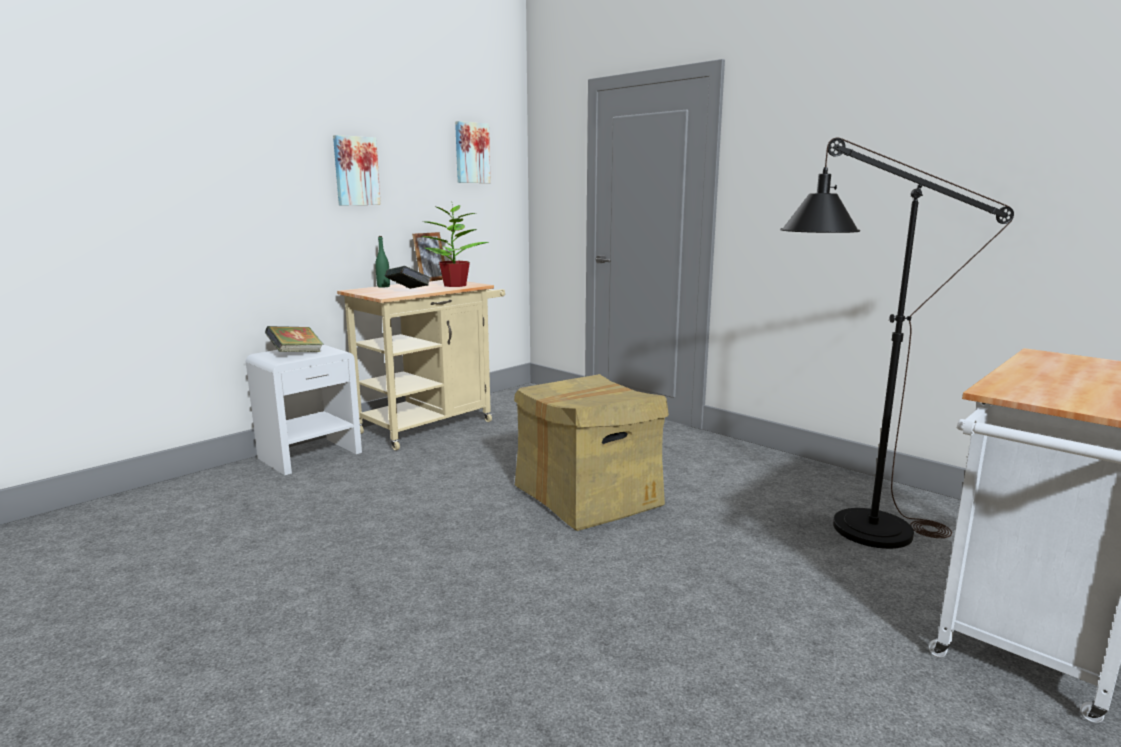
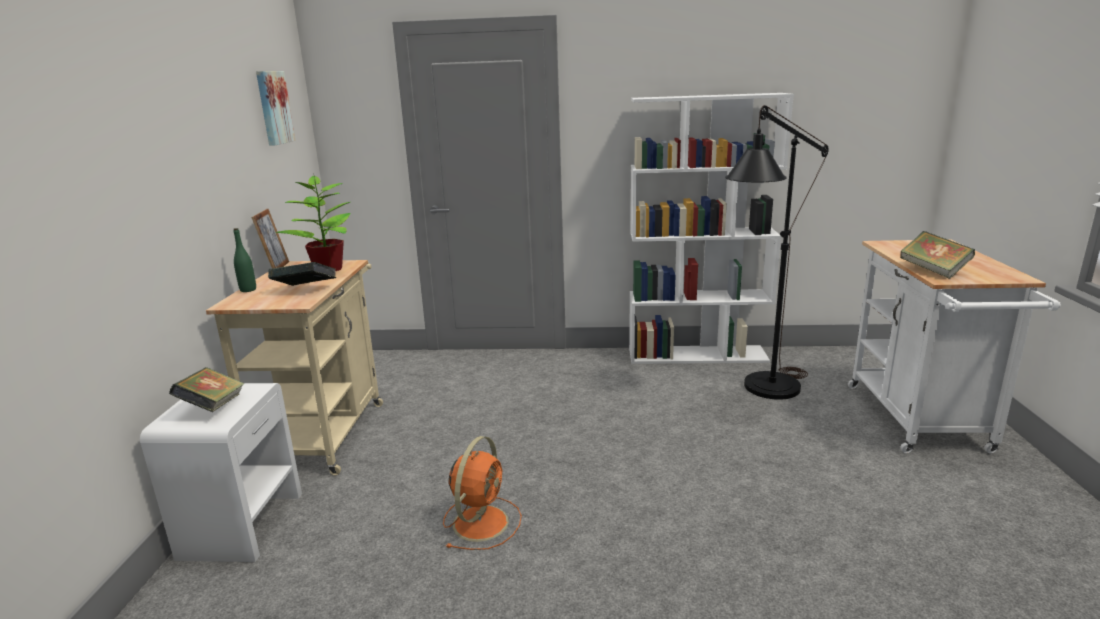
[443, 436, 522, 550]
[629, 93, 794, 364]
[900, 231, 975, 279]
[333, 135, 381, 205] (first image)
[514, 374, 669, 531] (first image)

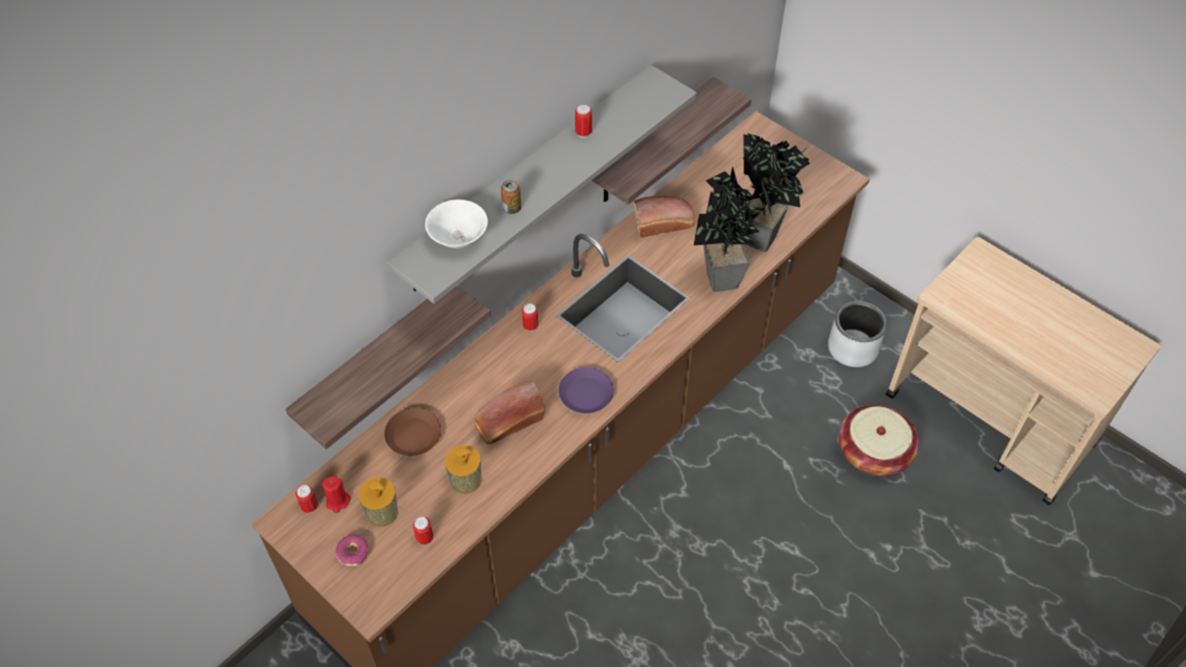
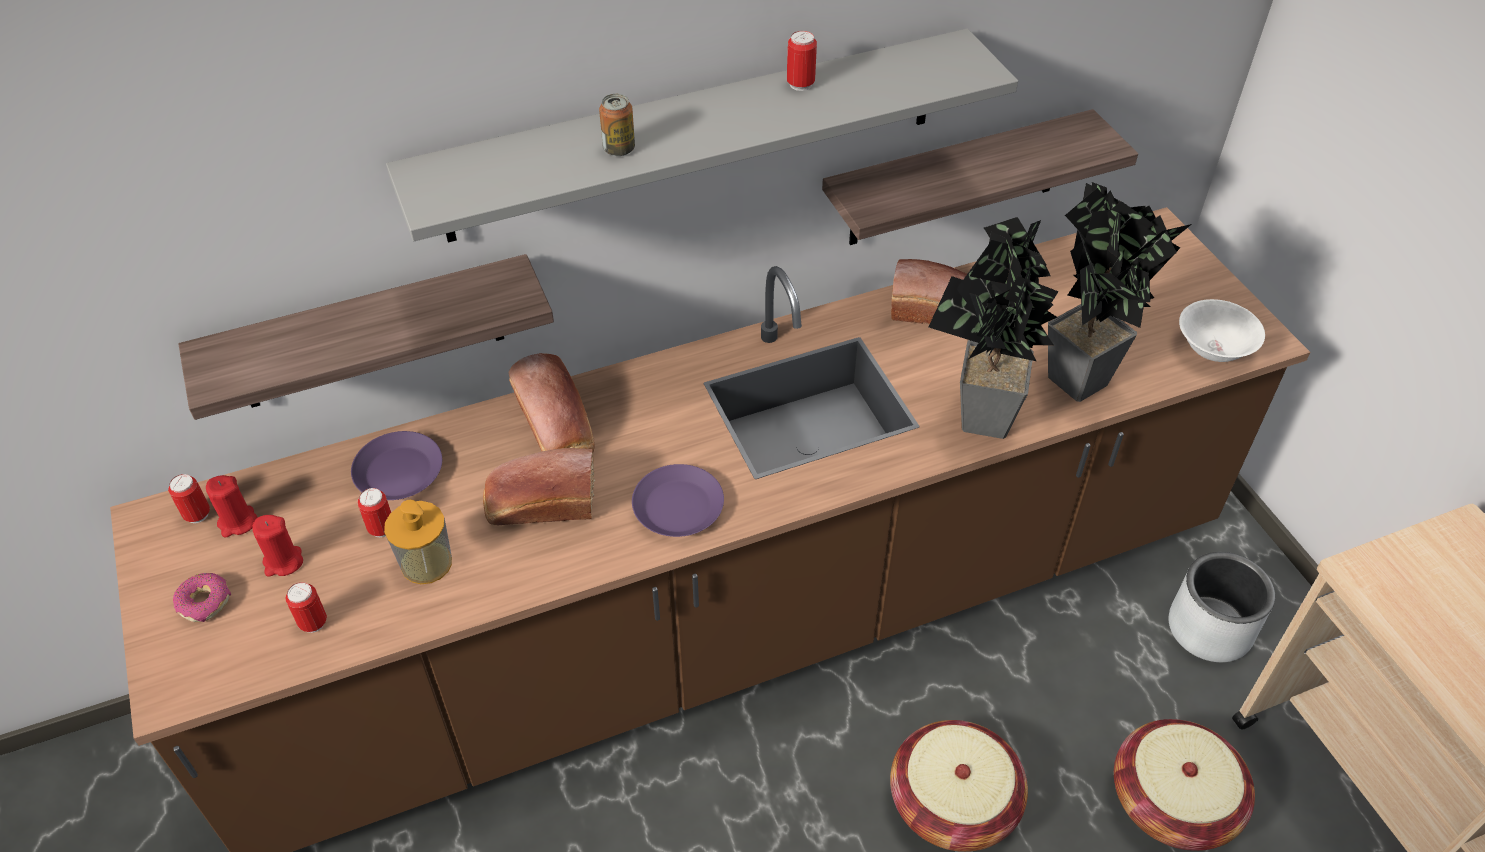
[252, 515, 303, 577]
[351, 431, 442, 500]
[358, 488, 391, 537]
[508, 353, 595, 452]
[890, 720, 1028, 852]
[1179, 299, 1265, 362]

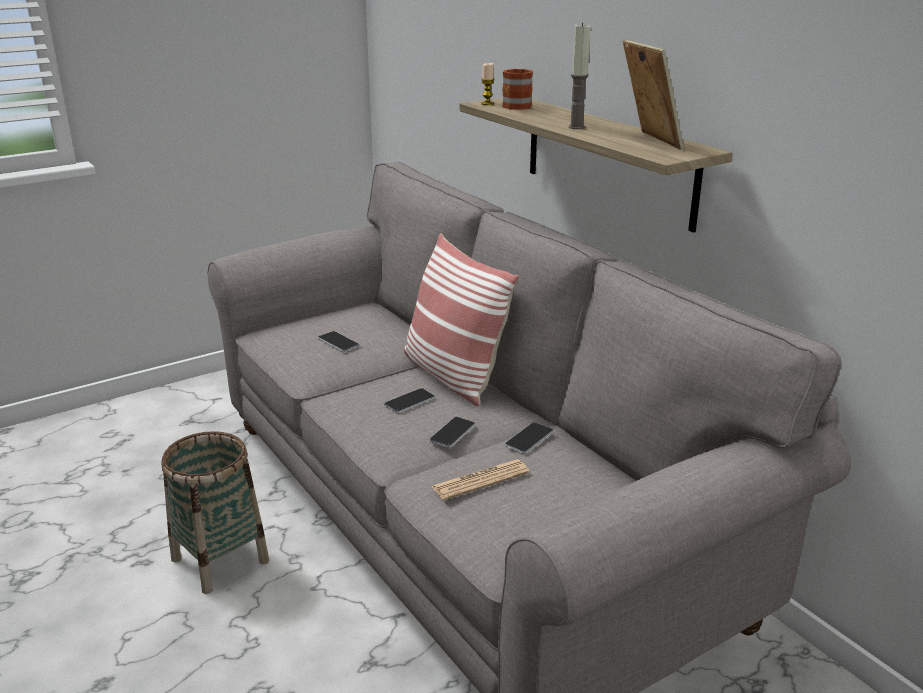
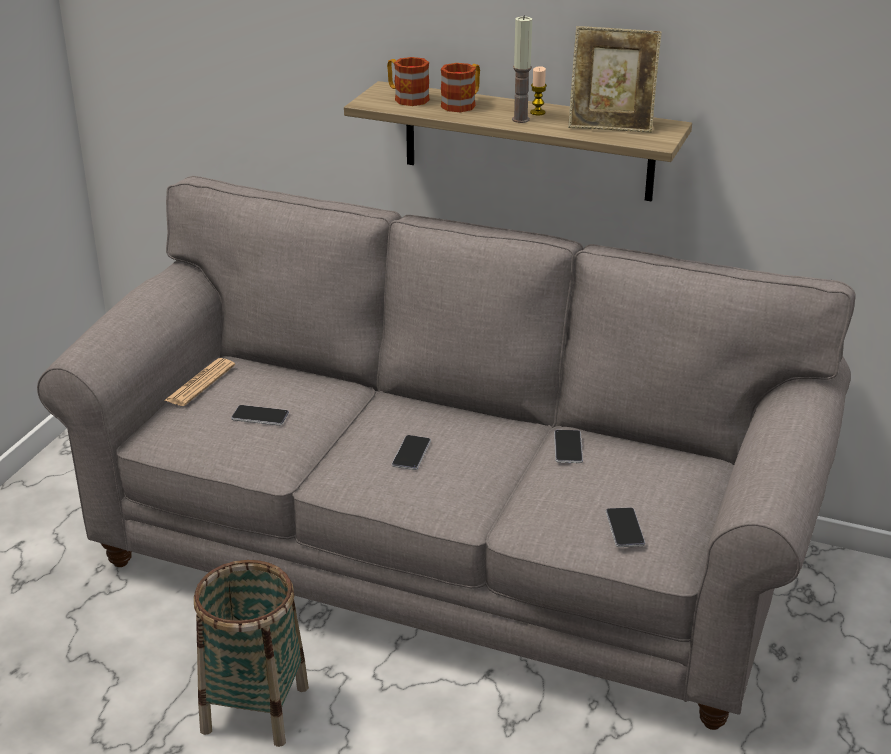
[164, 358, 235, 406]
[441, 63, 480, 112]
[530, 66, 547, 115]
[568, 26, 662, 133]
[606, 507, 645, 547]
[404, 233, 519, 406] (first image)

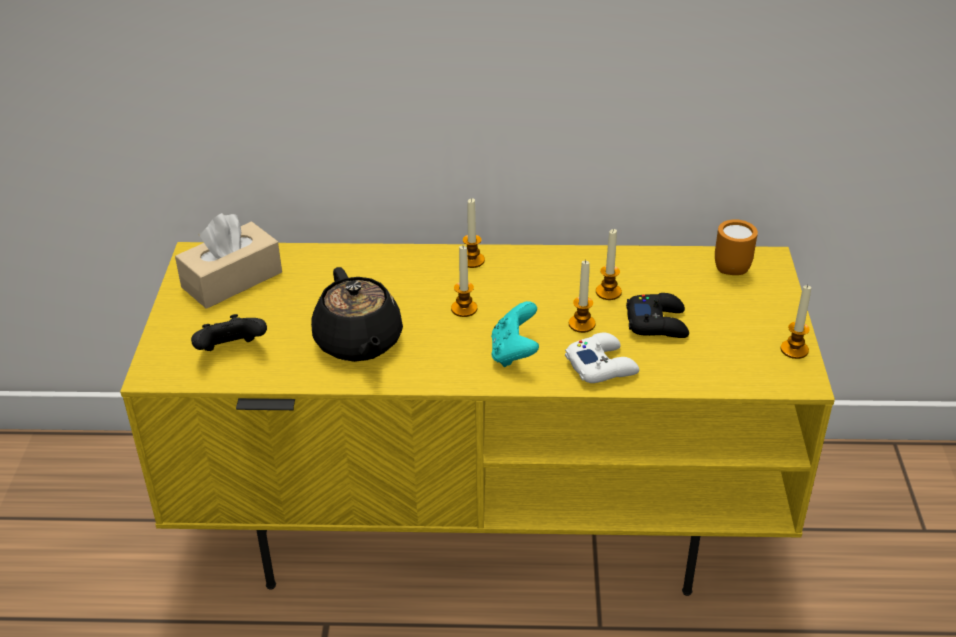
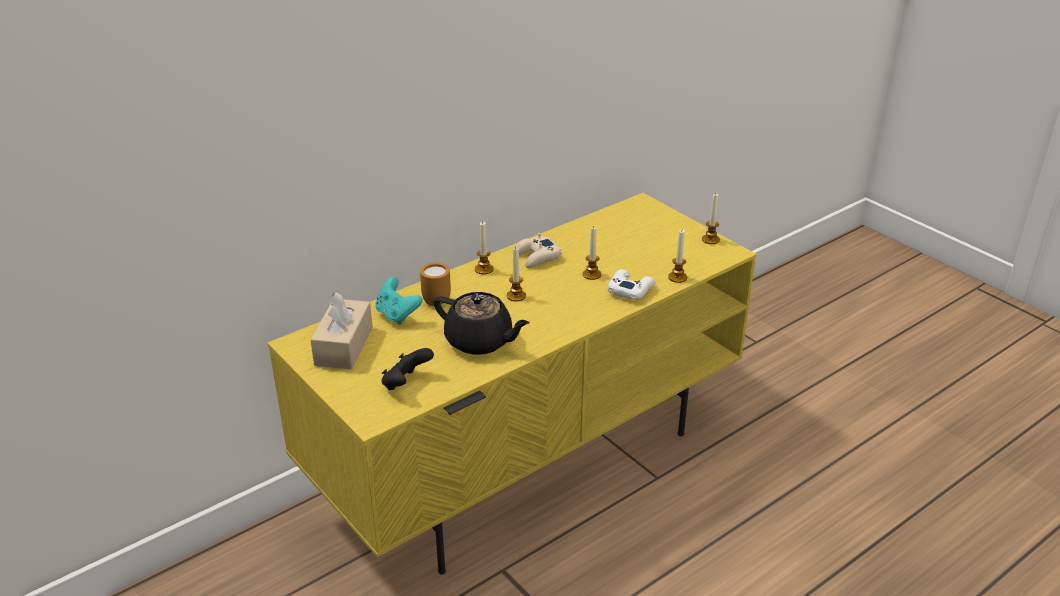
[375, 277, 423, 325]
[420, 262, 451, 306]
[514, 233, 562, 268]
[668, 229, 687, 283]
[626, 293, 689, 338] (first image)

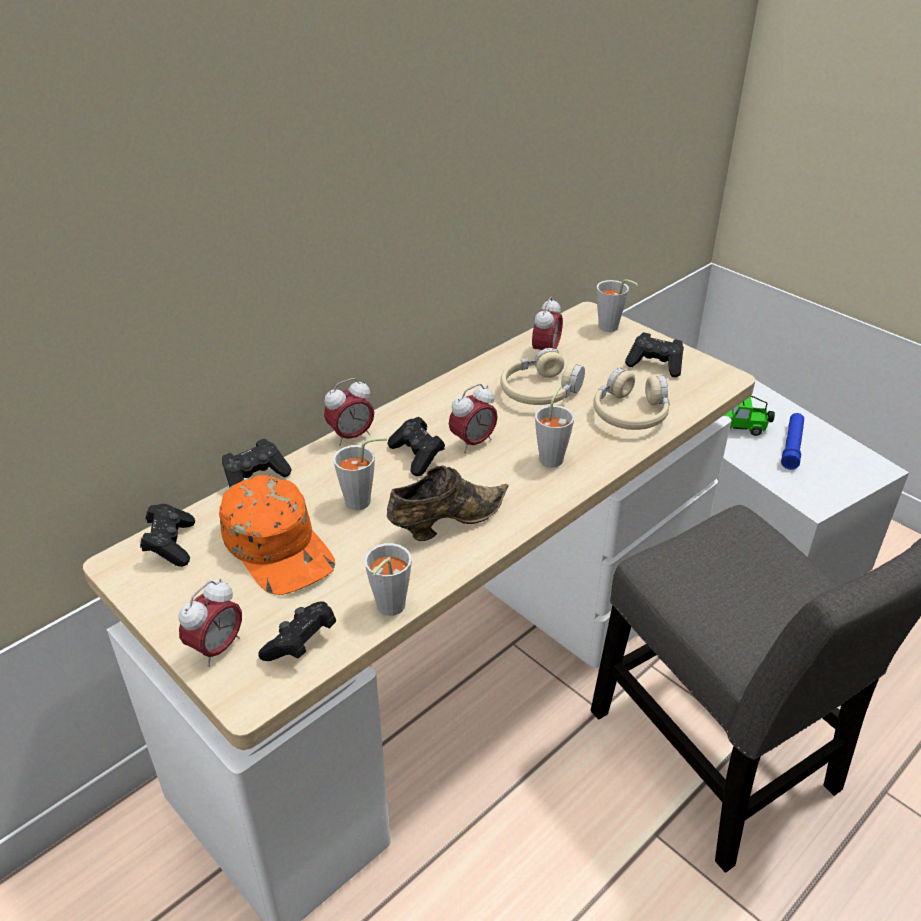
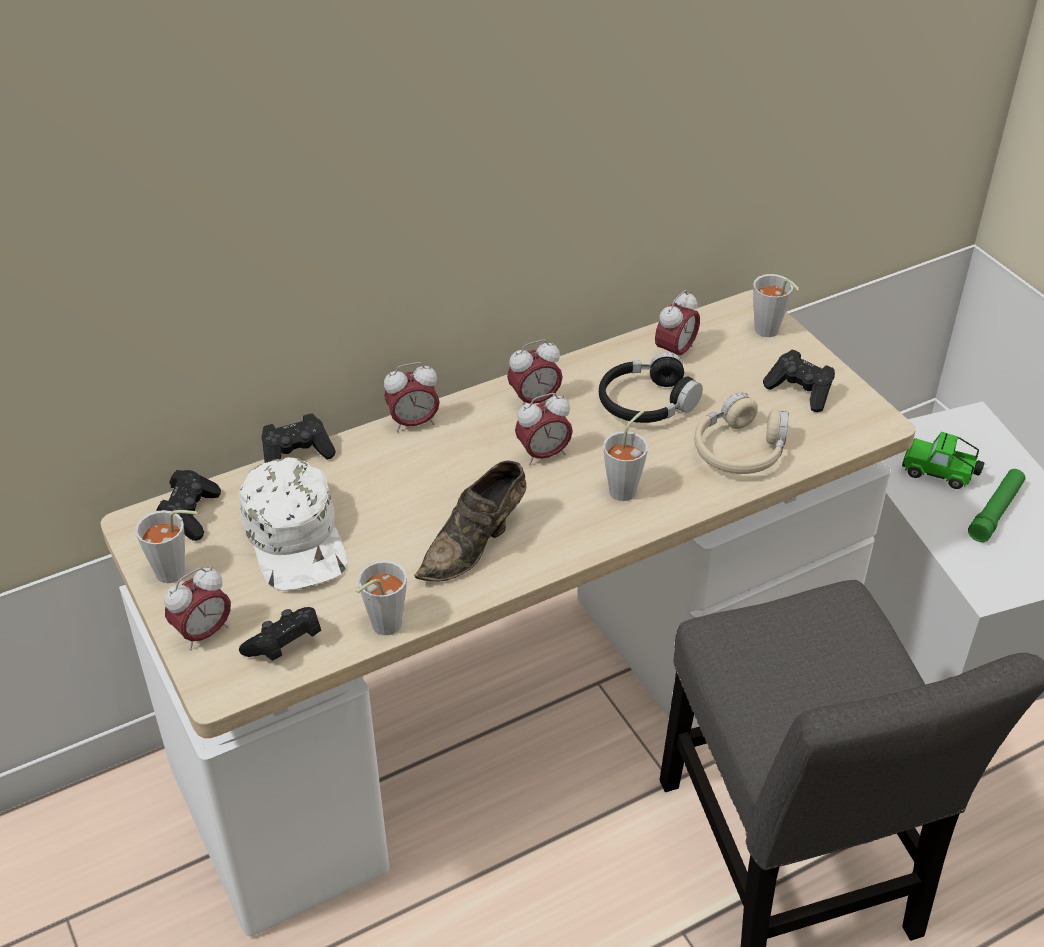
[135, 510, 197, 583]
[238, 457, 347, 591]
[414, 460, 526, 581]
[507, 340, 563, 406]
[599, 352, 703, 423]
[968, 469, 1025, 542]
[387, 417, 445, 476] (first image)

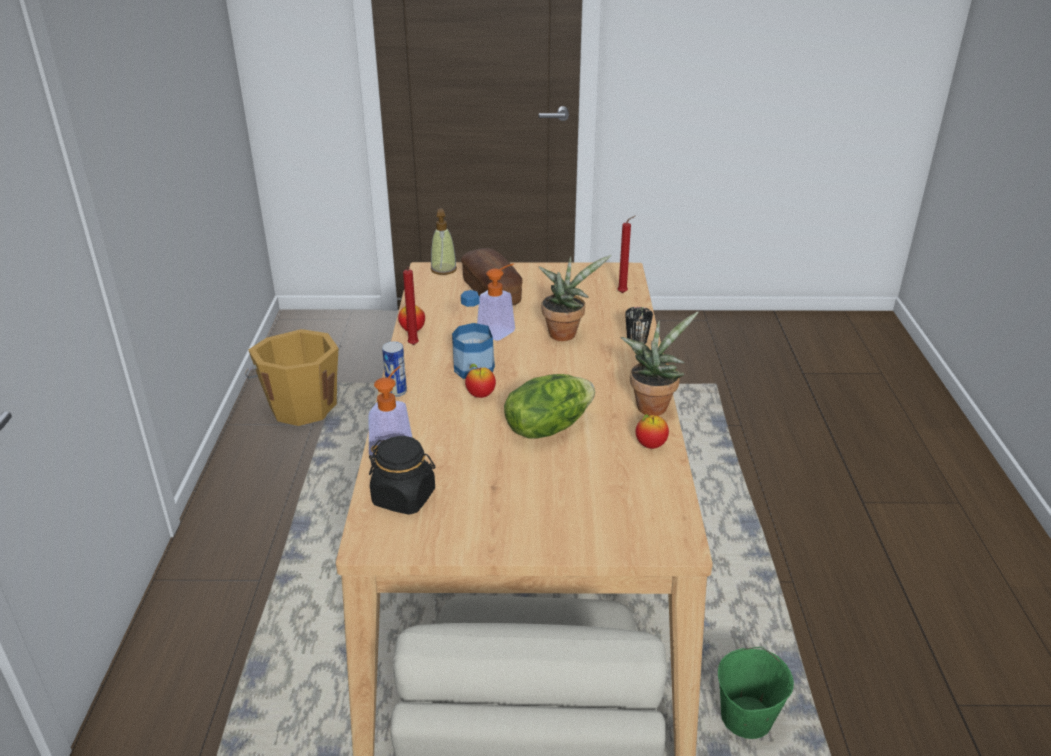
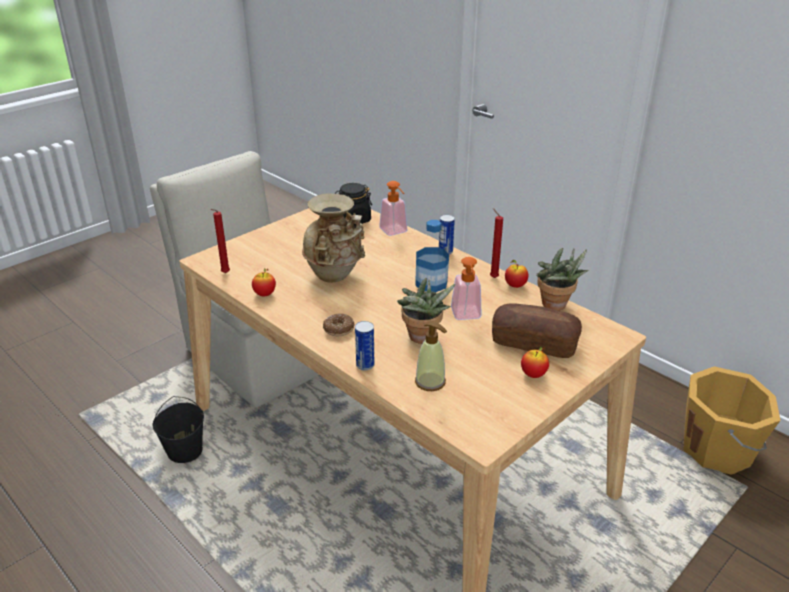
[153, 396, 204, 463]
[210, 209, 230, 273]
[302, 193, 365, 283]
[323, 314, 355, 336]
[355, 321, 375, 370]
[415, 321, 447, 391]
[521, 347, 549, 378]
[536, 248, 588, 311]

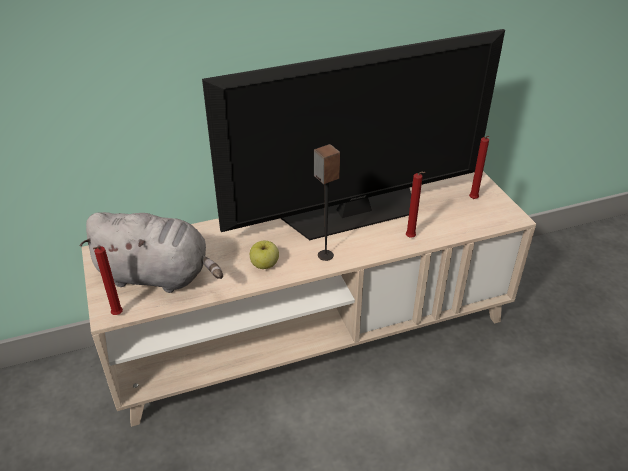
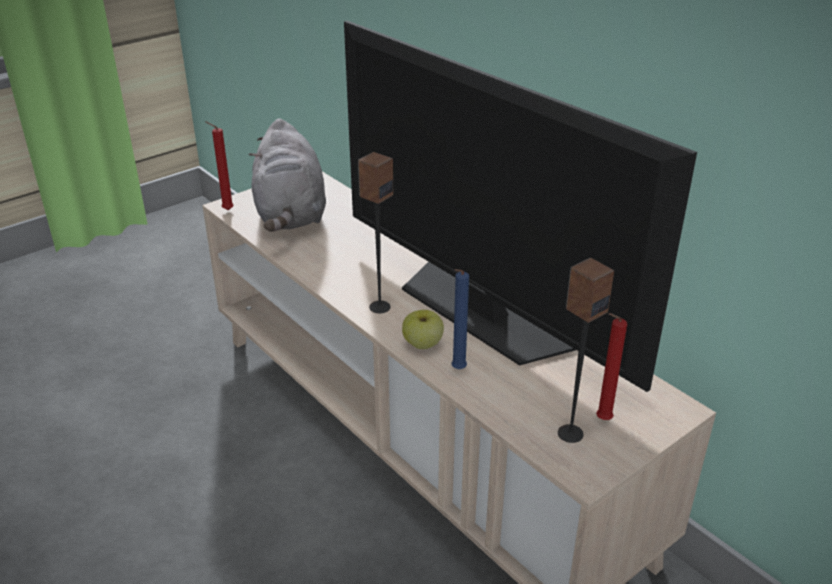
[402, 310, 444, 349]
[451, 269, 469, 369]
[558, 258, 614, 443]

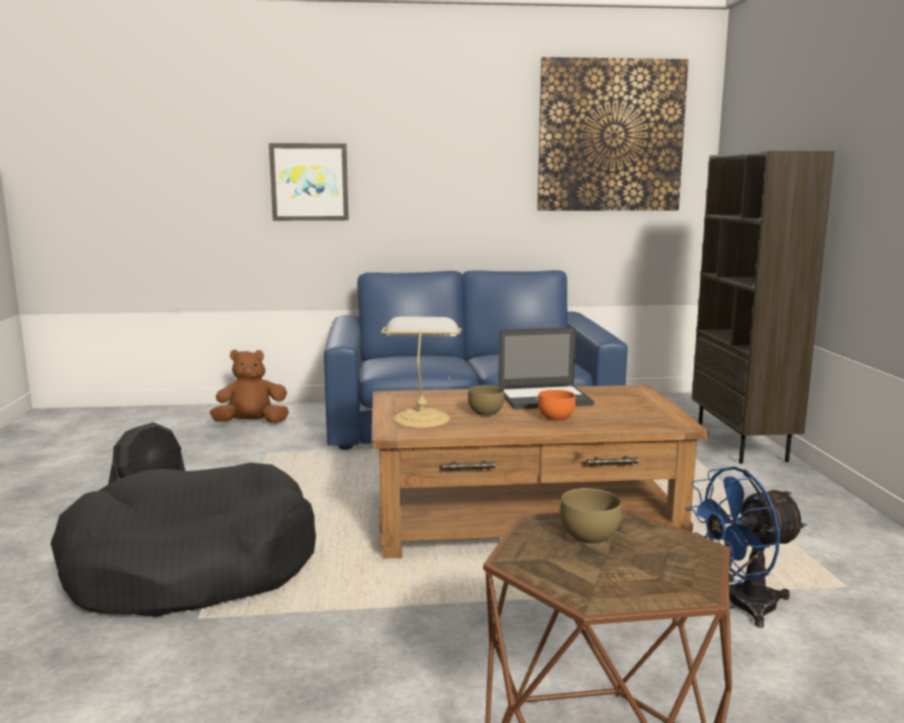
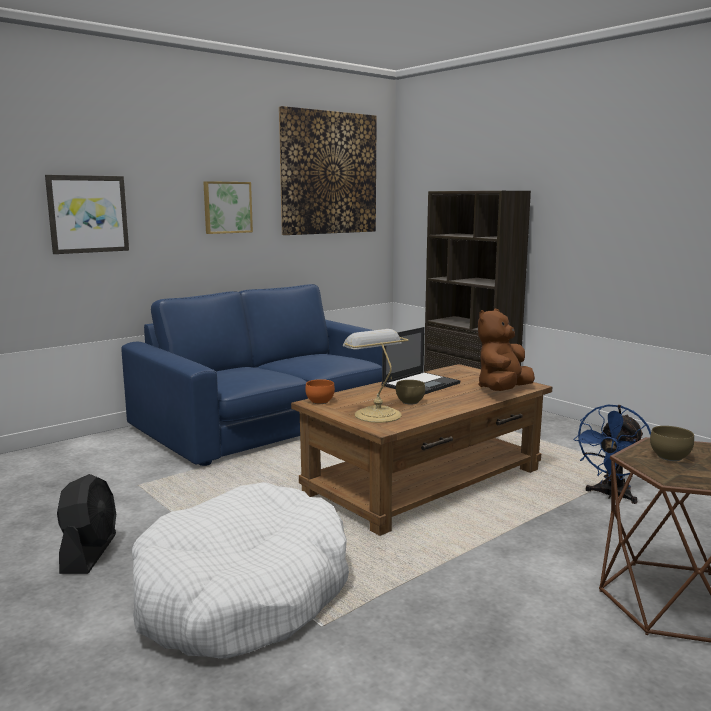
[132, 482, 349, 659]
[203, 181, 253, 234]
[305, 379, 335, 404]
[478, 309, 535, 391]

